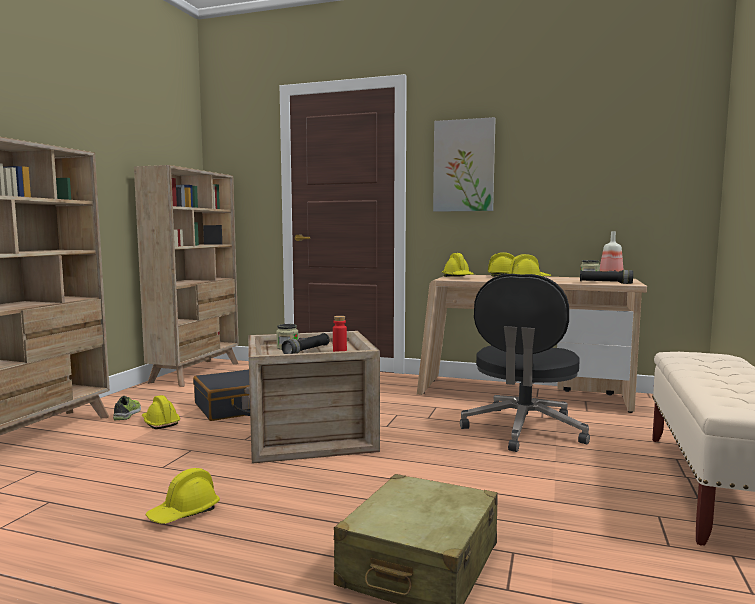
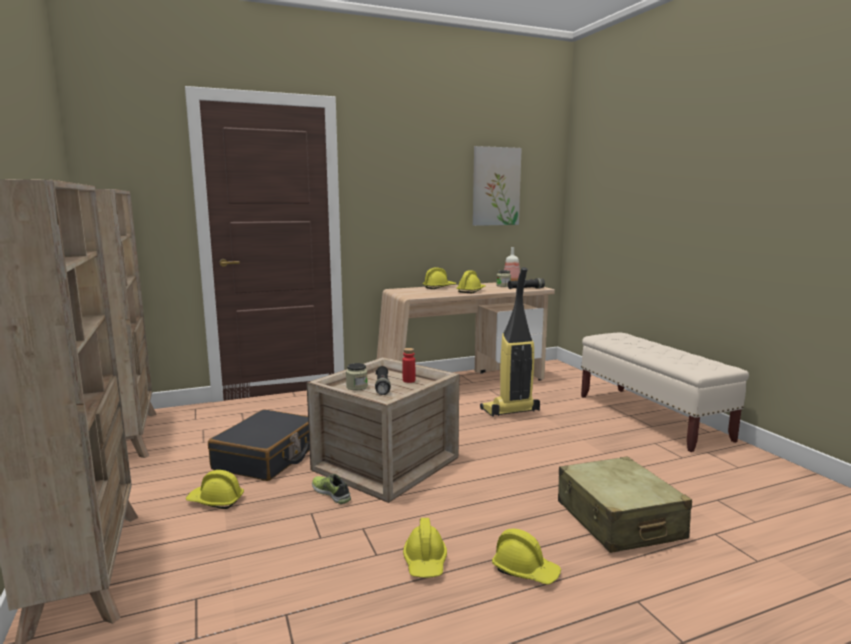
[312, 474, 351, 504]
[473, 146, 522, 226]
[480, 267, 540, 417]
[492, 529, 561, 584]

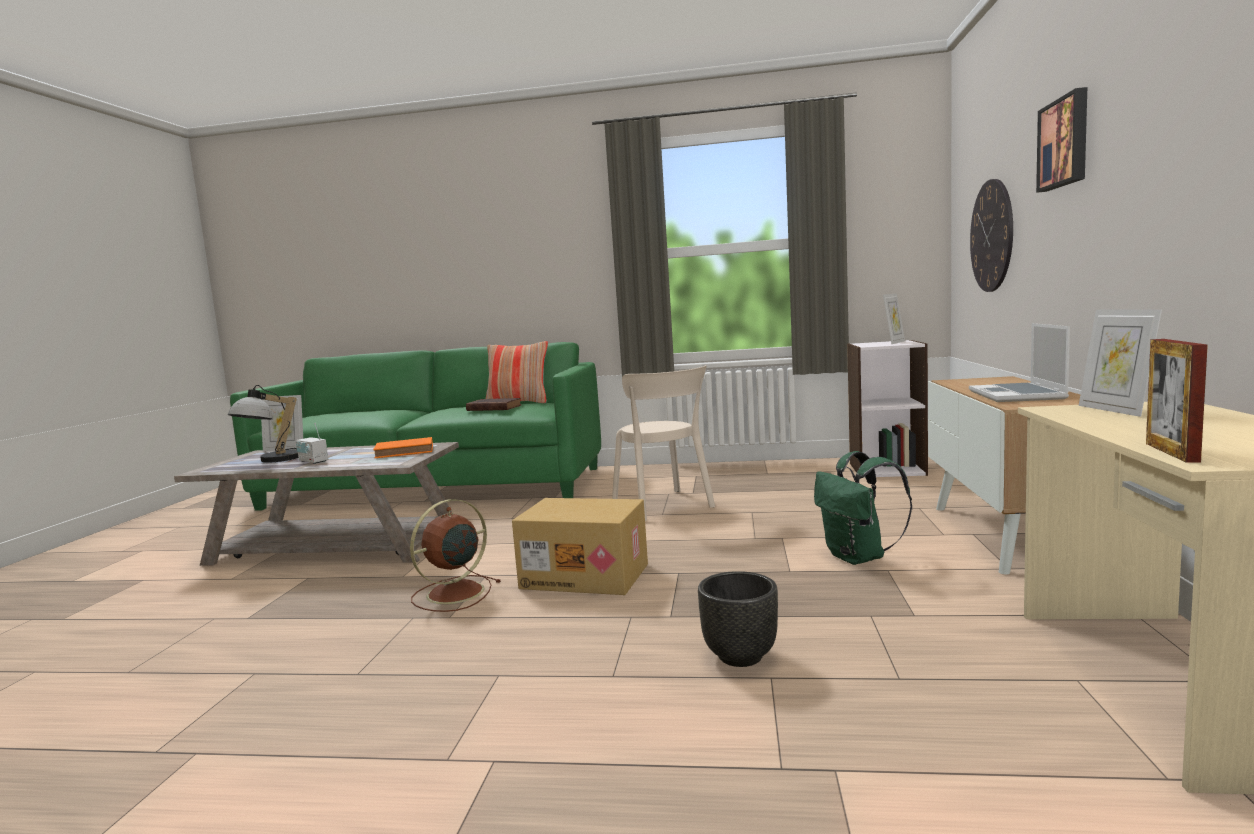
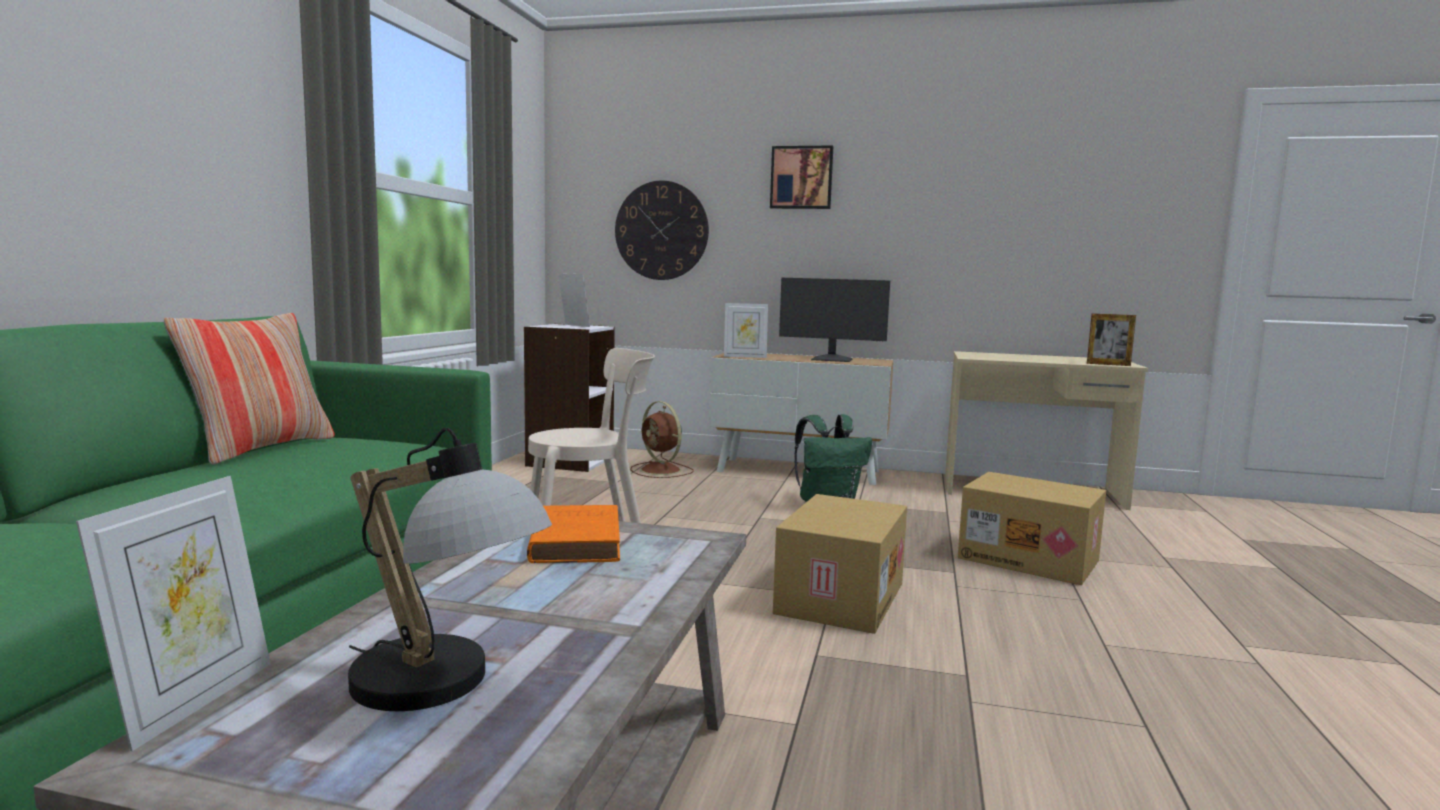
[630, 401, 694, 478]
[724, 303, 768, 358]
[779, 278, 890, 362]
[958, 472, 1106, 585]
[296, 423, 328, 464] (first image)
[466, 398, 521, 411] (first image)

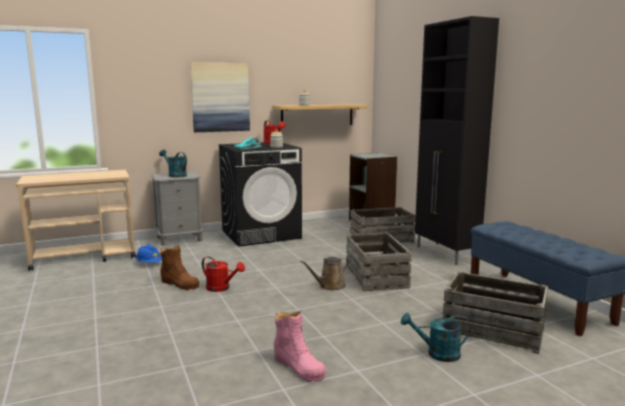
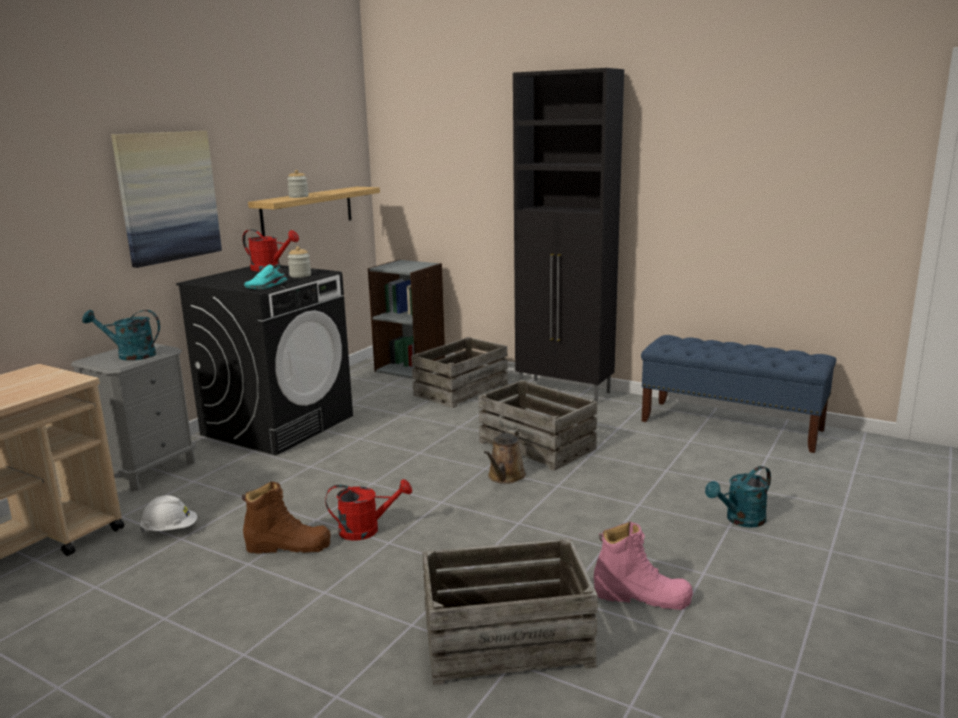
[140, 495, 197, 532]
[422, 538, 598, 685]

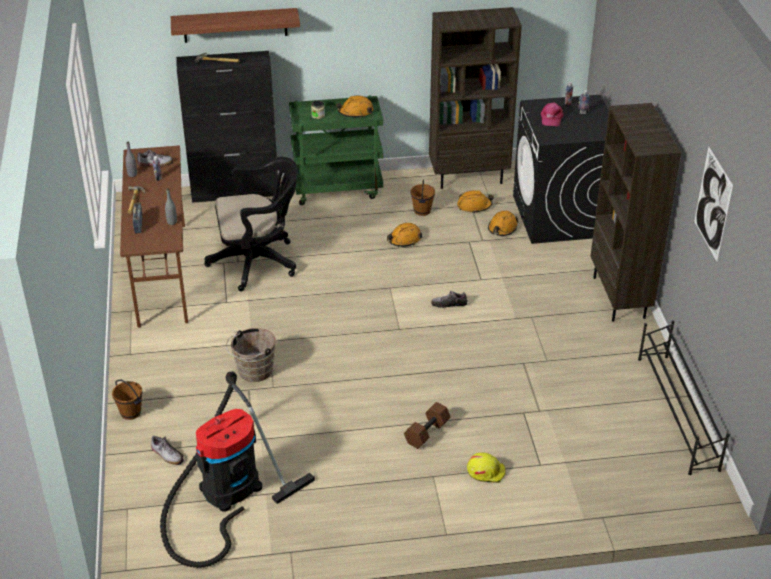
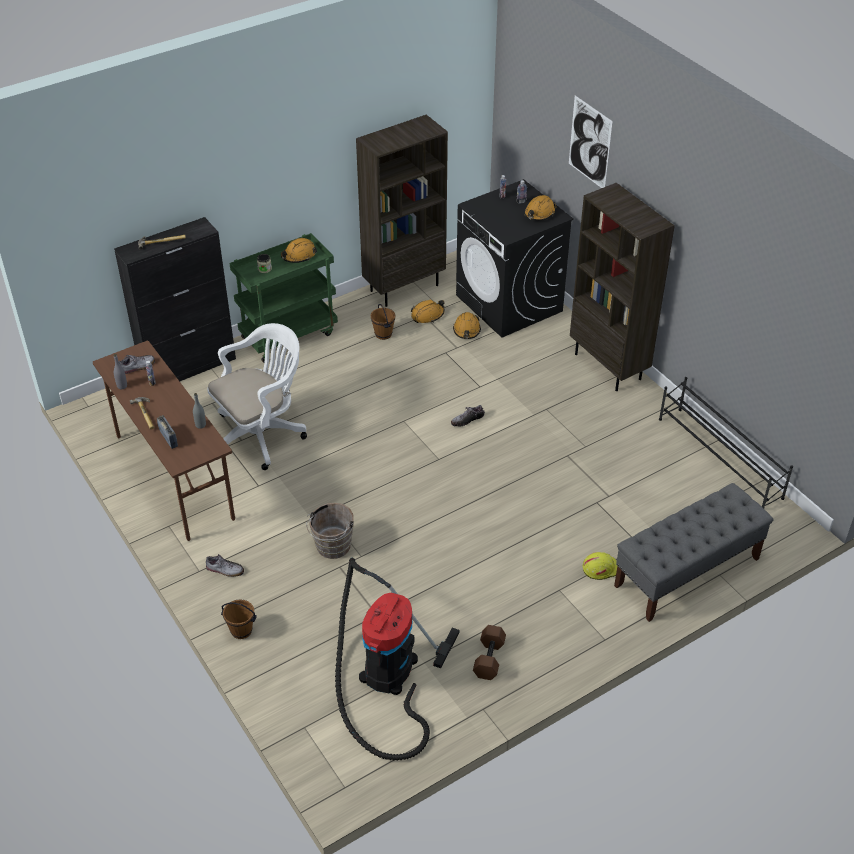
[206, 554, 244, 577]
[207, 323, 307, 470]
[473, 625, 506, 680]
[524, 195, 556, 221]
[569, 95, 613, 188]
[614, 483, 774, 622]
[171, 8, 300, 43] (first image)
[541, 103, 564, 126] (first image)

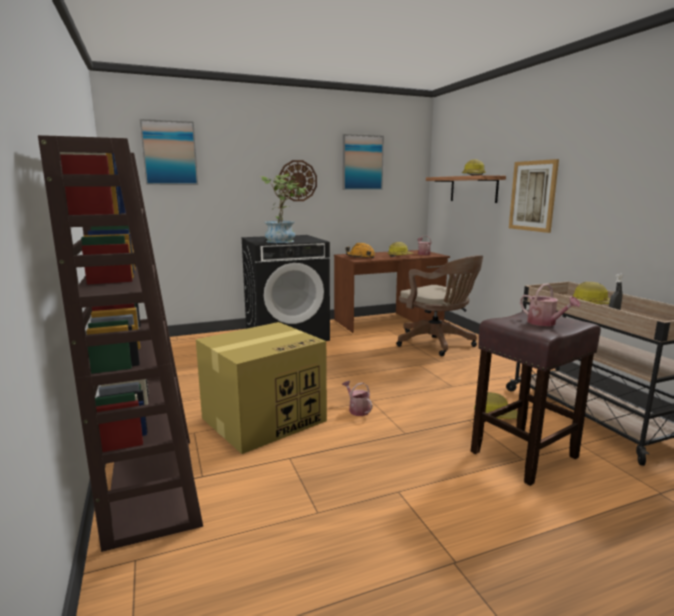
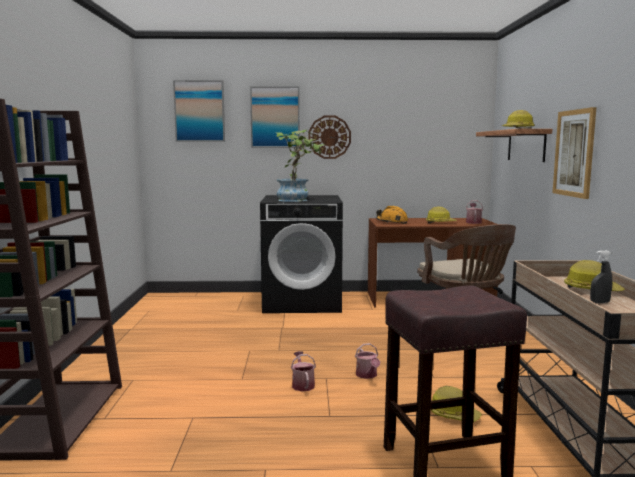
[250, 86, 300, 148]
[355, 343, 380, 379]
[196, 322, 327, 454] (first image)

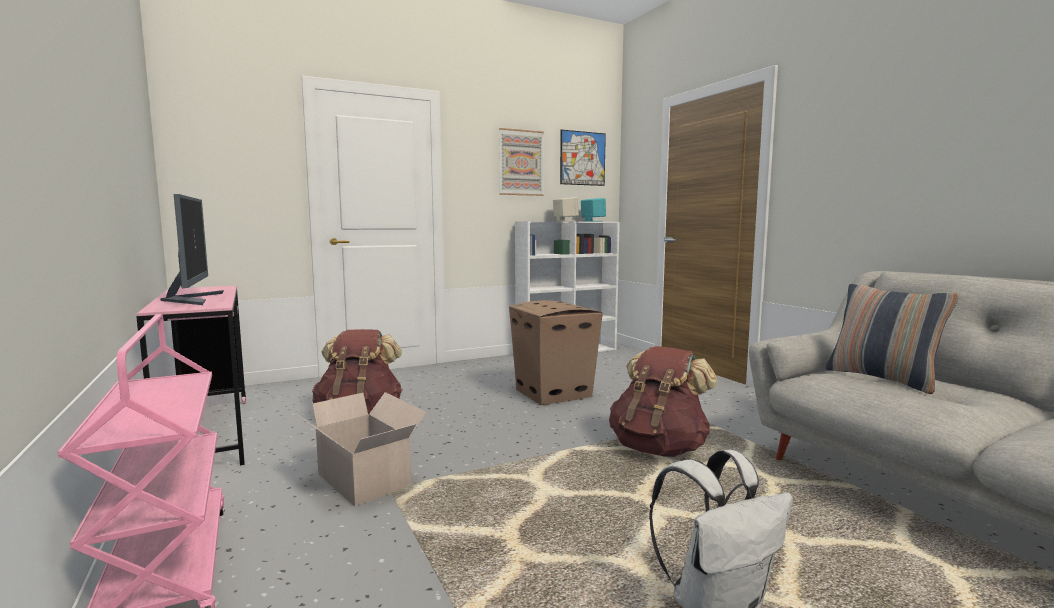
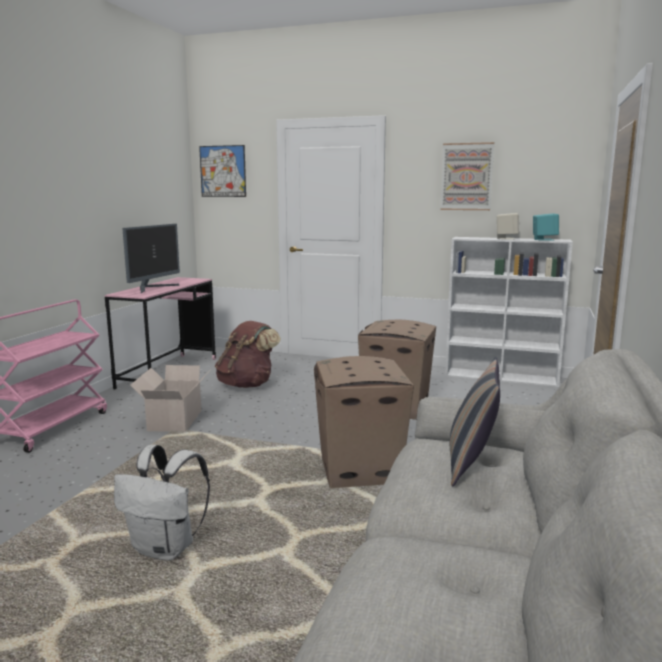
[199, 145, 246, 197]
[314, 356, 414, 488]

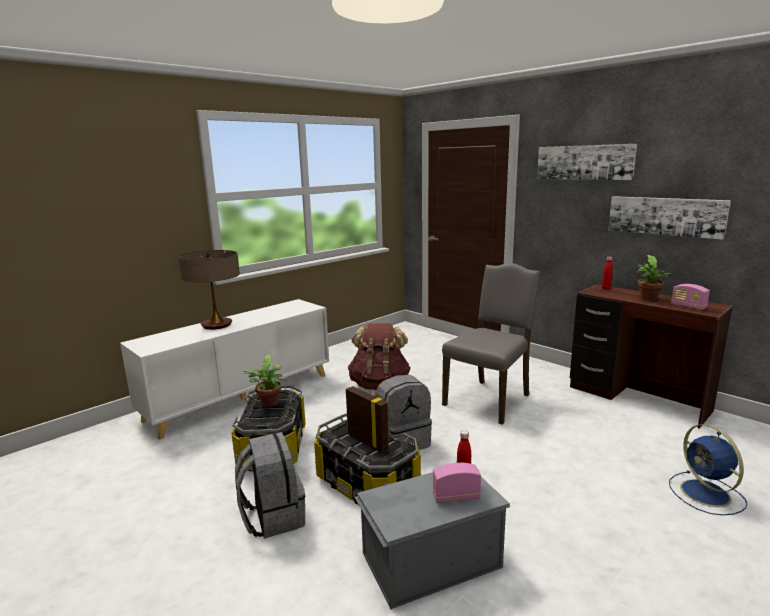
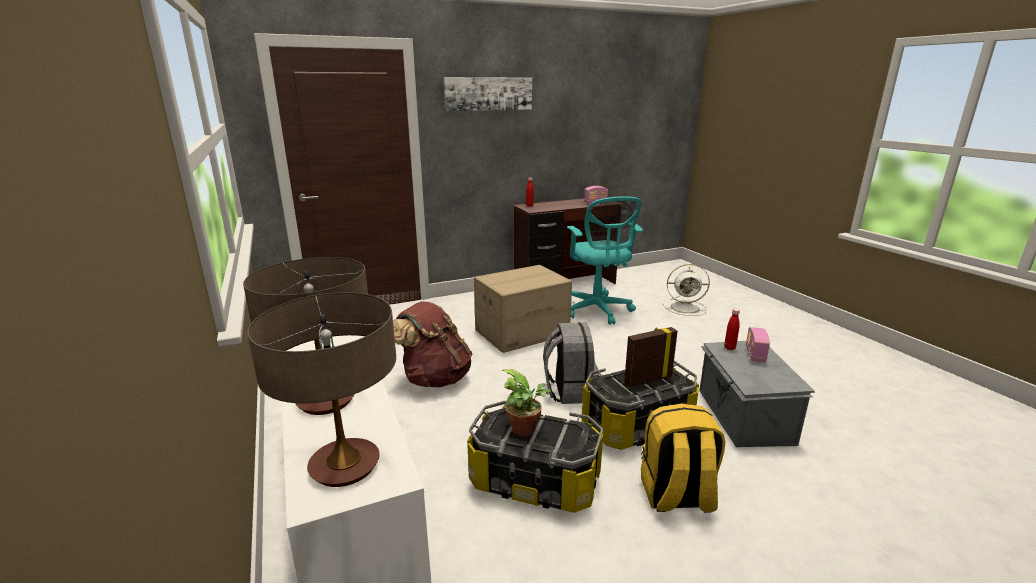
[247, 292, 396, 487]
[474, 265, 572, 353]
[567, 196, 643, 325]
[641, 403, 726, 513]
[662, 264, 710, 316]
[608, 196, 731, 240] (first image)
[637, 255, 675, 301] (first image)

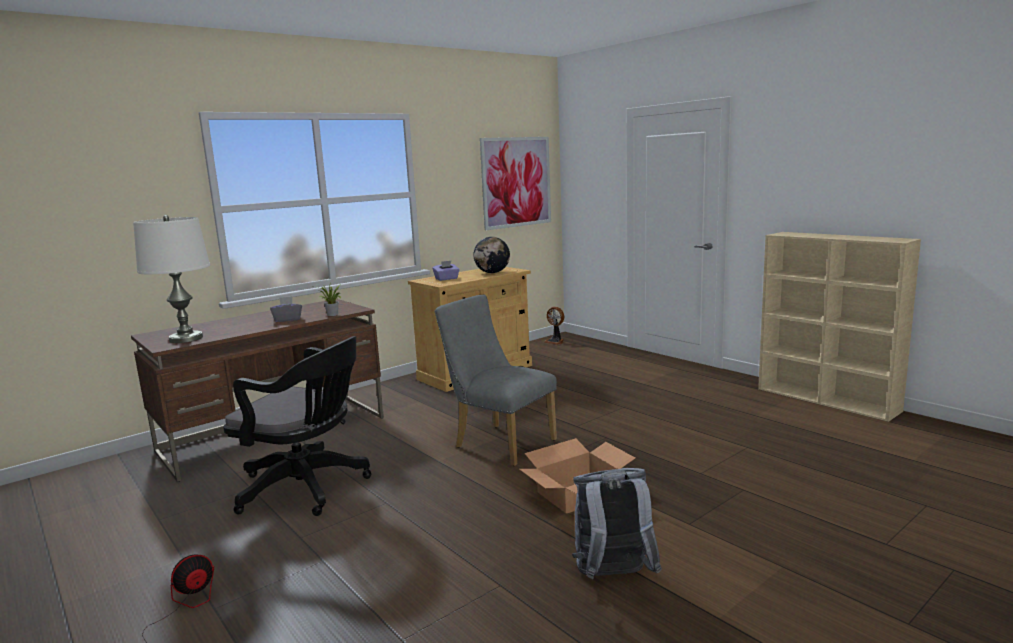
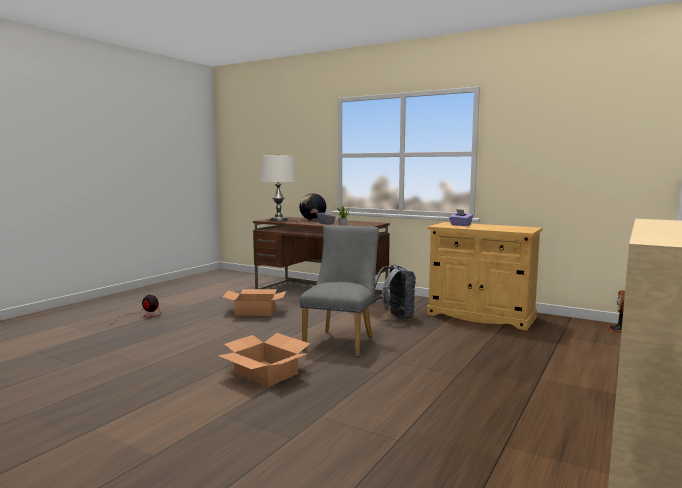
[223, 289, 286, 316]
[299, 193, 326, 220]
[373, 264, 416, 319]
[480, 137, 551, 230] (first image)

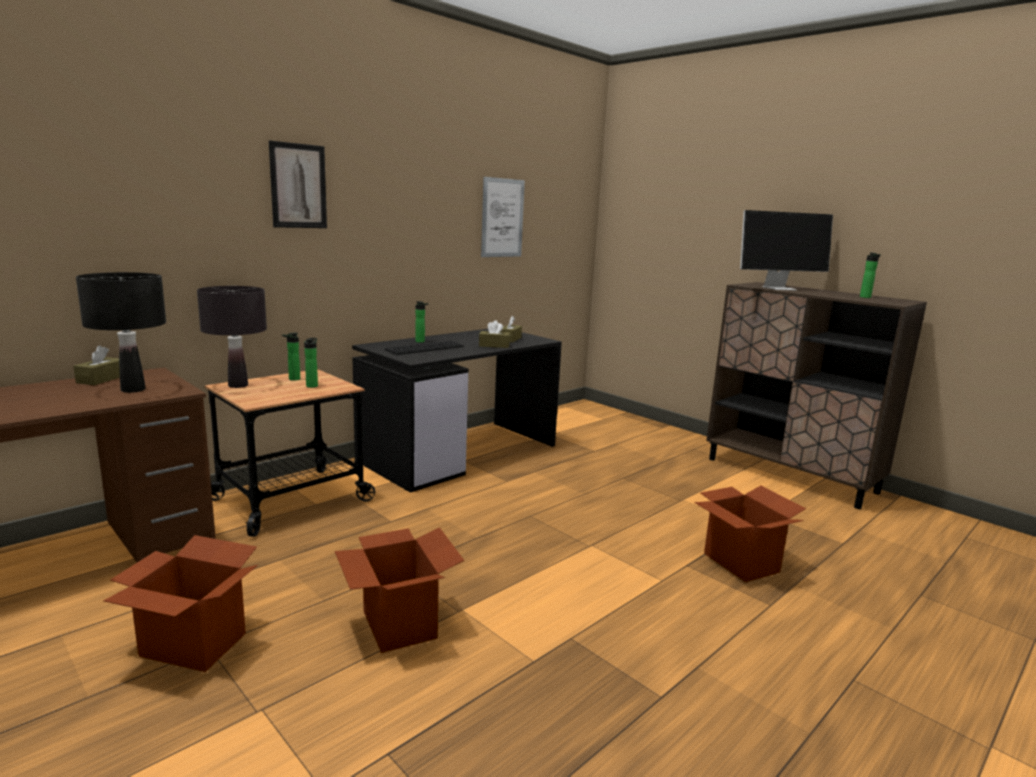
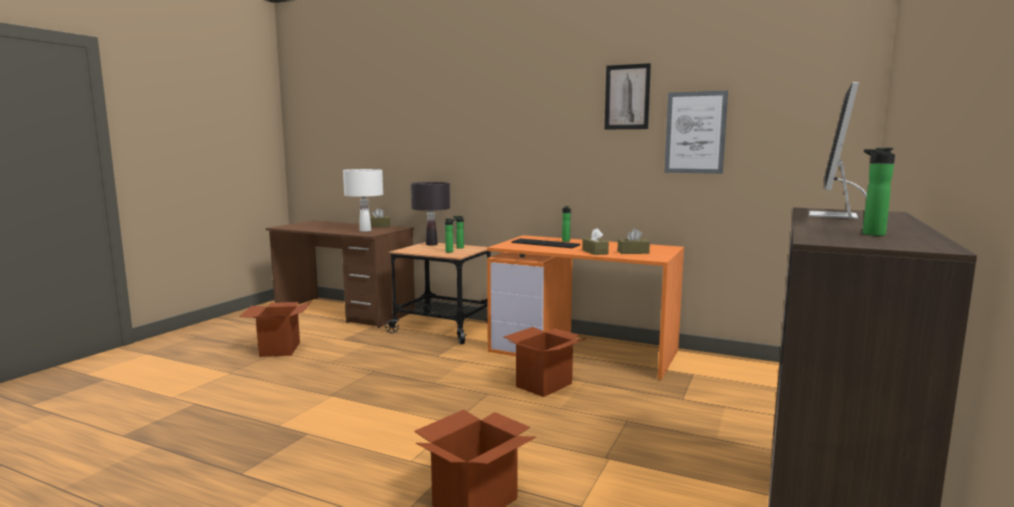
[343, 169, 383, 232]
[487, 235, 684, 380]
[504, 327, 587, 397]
[605, 63, 651, 129]
[809, 82, 867, 219]

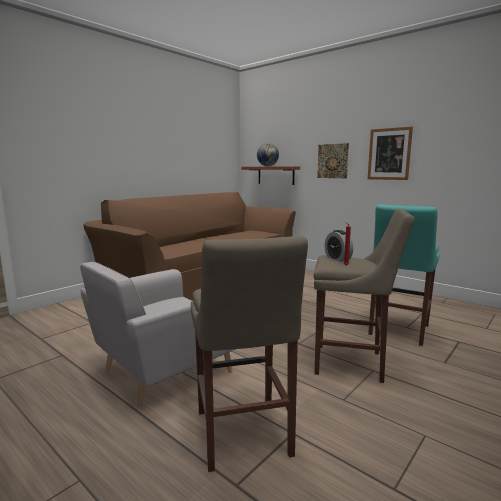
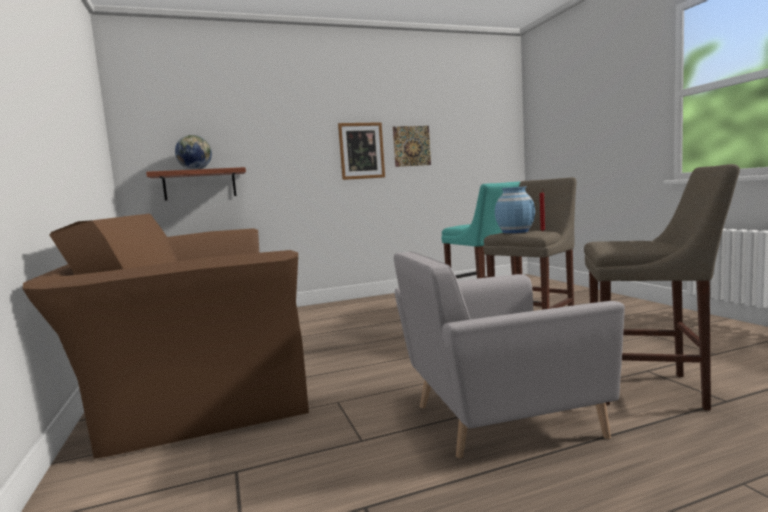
[393, 126, 431, 167]
[394, 251, 625, 458]
[495, 187, 535, 233]

